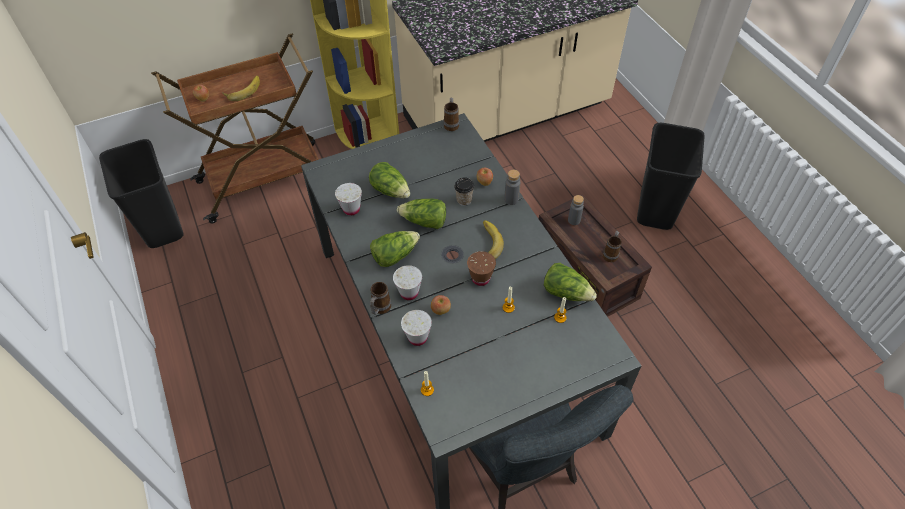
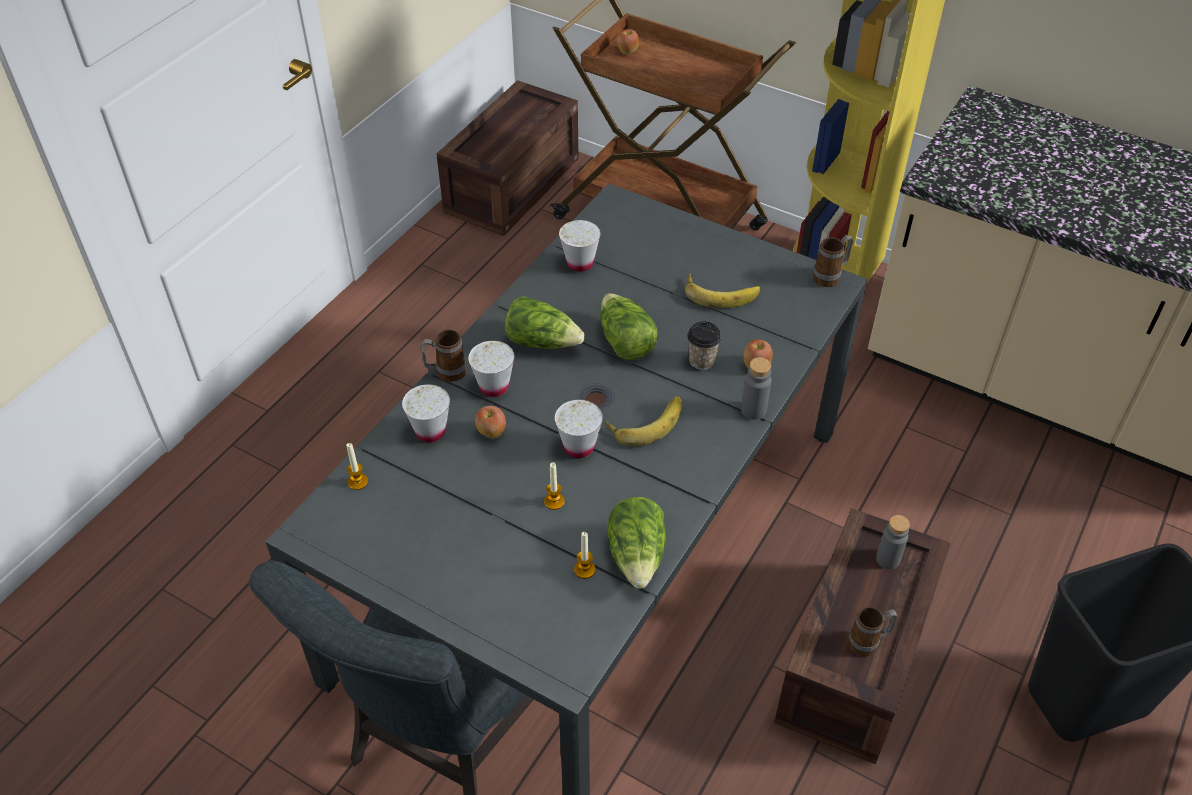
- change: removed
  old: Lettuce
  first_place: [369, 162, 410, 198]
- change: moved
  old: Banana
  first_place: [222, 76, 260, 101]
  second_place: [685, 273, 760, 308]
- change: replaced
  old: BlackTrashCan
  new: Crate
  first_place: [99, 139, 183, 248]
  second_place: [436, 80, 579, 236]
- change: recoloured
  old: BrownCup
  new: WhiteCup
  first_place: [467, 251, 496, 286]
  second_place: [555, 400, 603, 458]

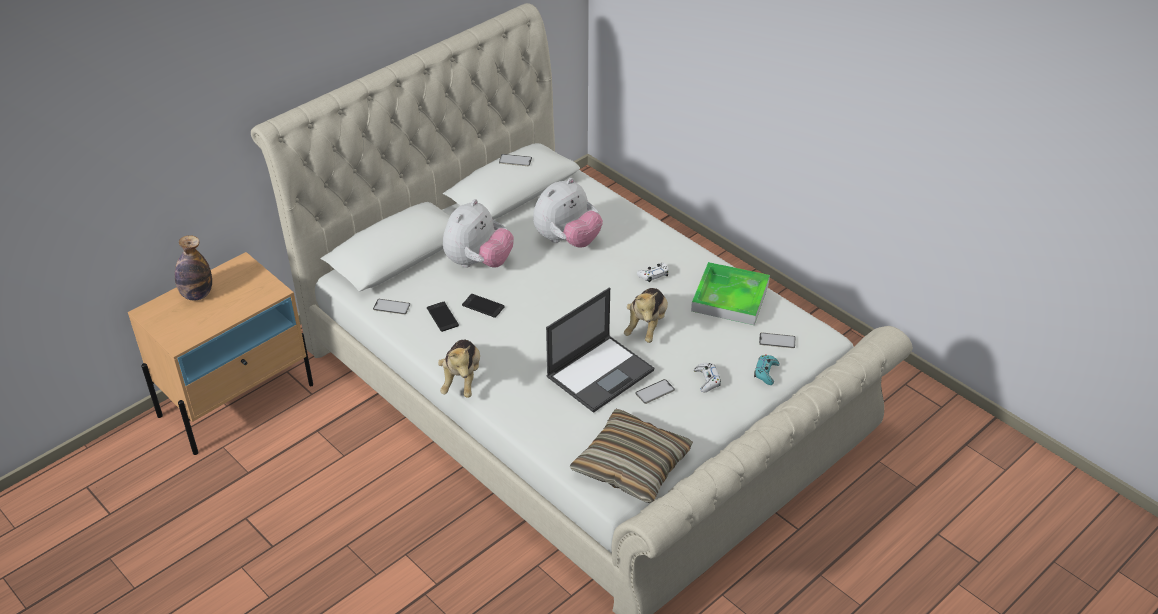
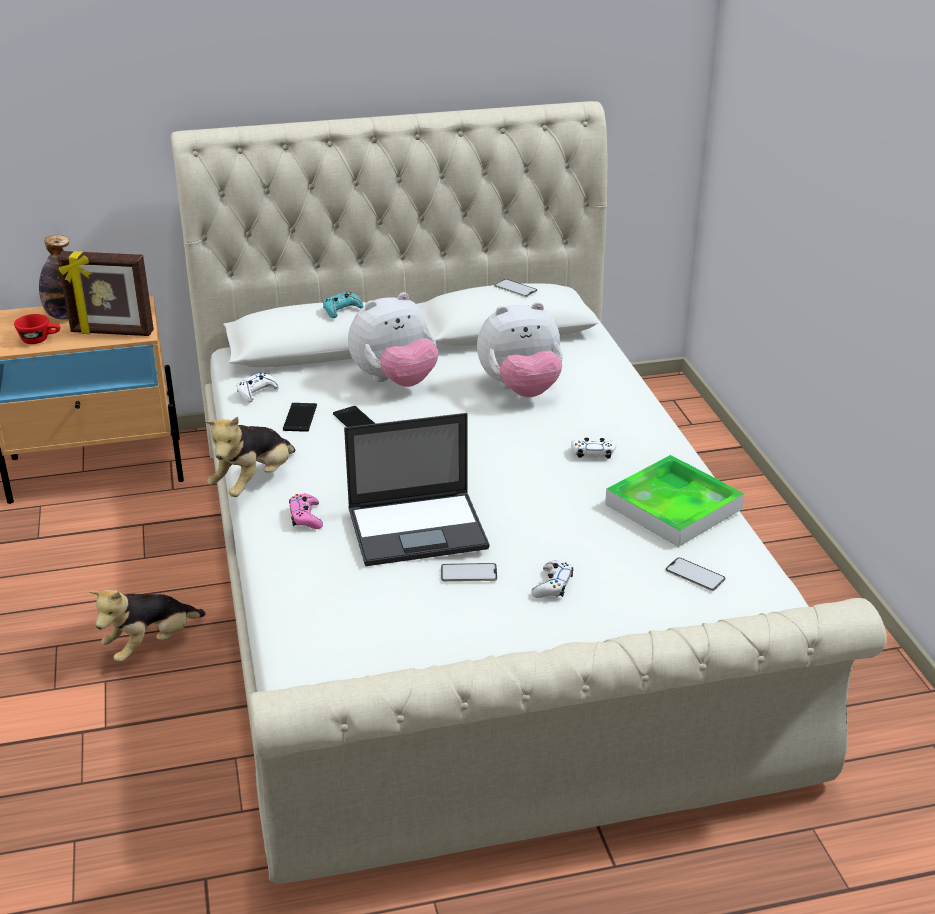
- change: removed
  old: Pillow
  first_place: [570, 409, 693, 503]
- change: added
  new: RedCup
  second_place: [14, 314, 60, 344]
- change: added
  new: PictureFrame
  second_place: [57, 251, 154, 336]
- change: added
  new: PinkGameController
  second_place: [289, 494, 323, 529]
- change: moved
  old: PlushToy
  first_place: [624, 288, 668, 343]
  second_place: [89, 590, 206, 663]
- change: moved
  old: TurquoiseGameController
  first_place: [754, 355, 780, 385]
  second_place: [323, 292, 363, 318]
- change: replaced
  old: Phone
  new: WhiteGameController
  first_place: [373, 299, 410, 315]
  second_place: [237, 373, 279, 403]

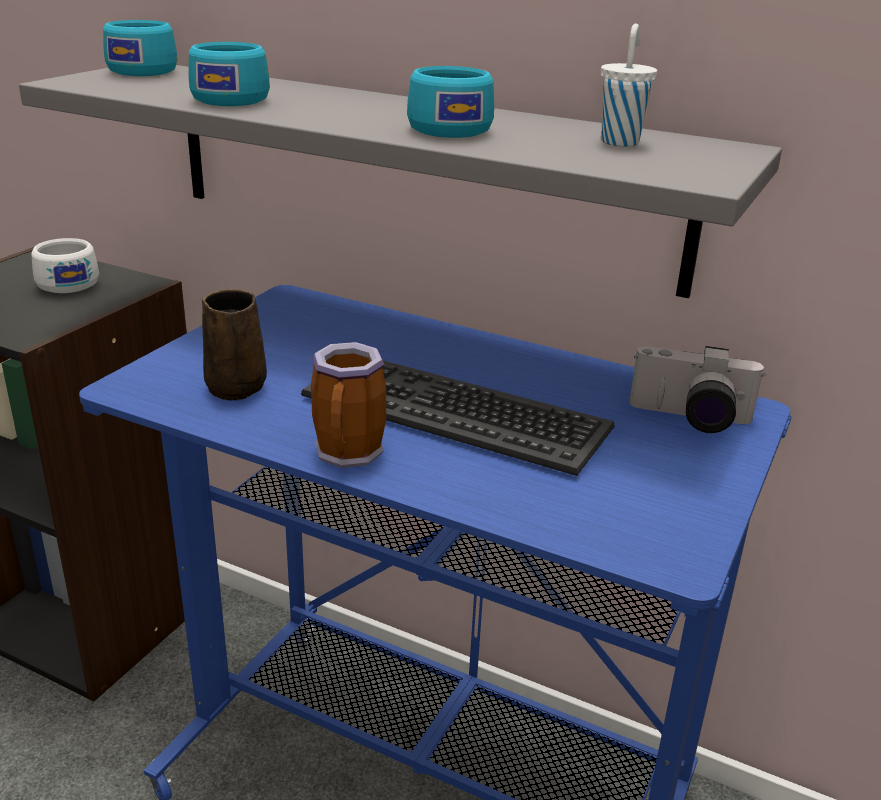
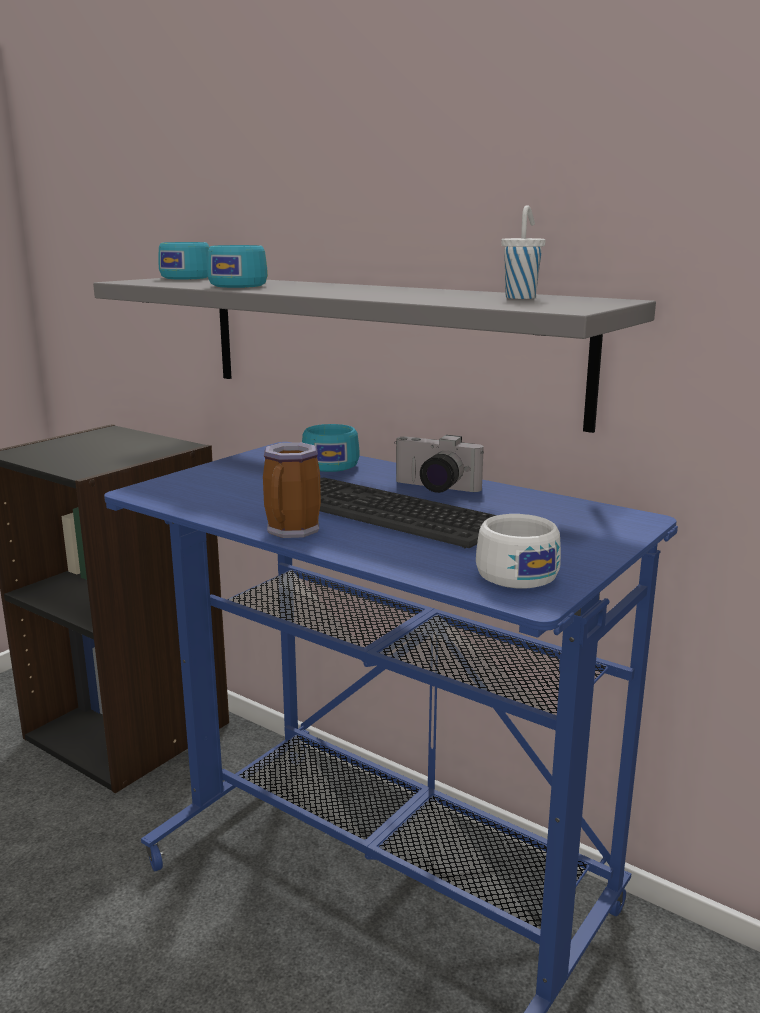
- change: removed
  old: BrownMug
  first_place: [202, 289, 267, 401]
- change: moved
  old: WhiteCup
  first_place: [31, 238, 99, 293]
  second_place: [476, 514, 561, 589]
- change: moved
  old: TurquoiseCup
  first_place: [407, 66, 494, 138]
  second_place: [302, 424, 360, 472]
- change: moved
  old: PhotoCamera
  first_place: [630, 346, 766, 433]
  second_place: [394, 435, 484, 493]

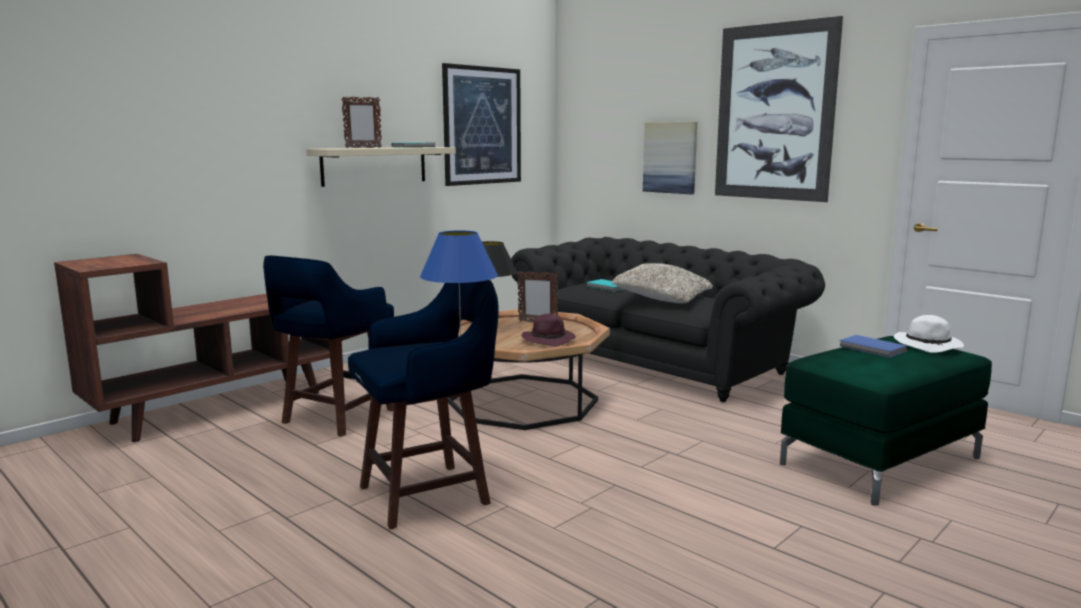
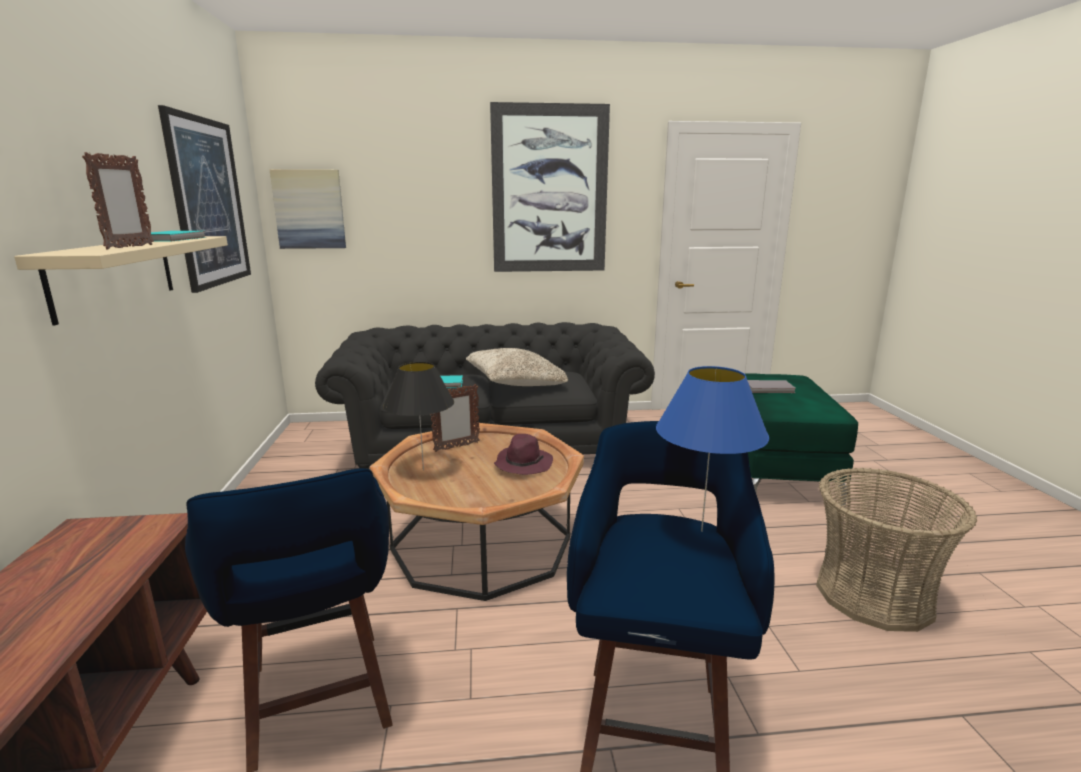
- change: removed
  old: WhiteHat
  first_place: [894, 315, 964, 353]
- change: added
  new: Basket
  second_place: [816, 468, 977, 632]
- change: moved
  old: Picture
  first_place: [643, 122, 697, 195]
  second_place: [269, 169, 346, 249]
- change: recoloured
  old: BlueBook
  new: GreyBook
  first_place: [840, 335, 908, 358]
  second_place: [747, 380, 796, 393]

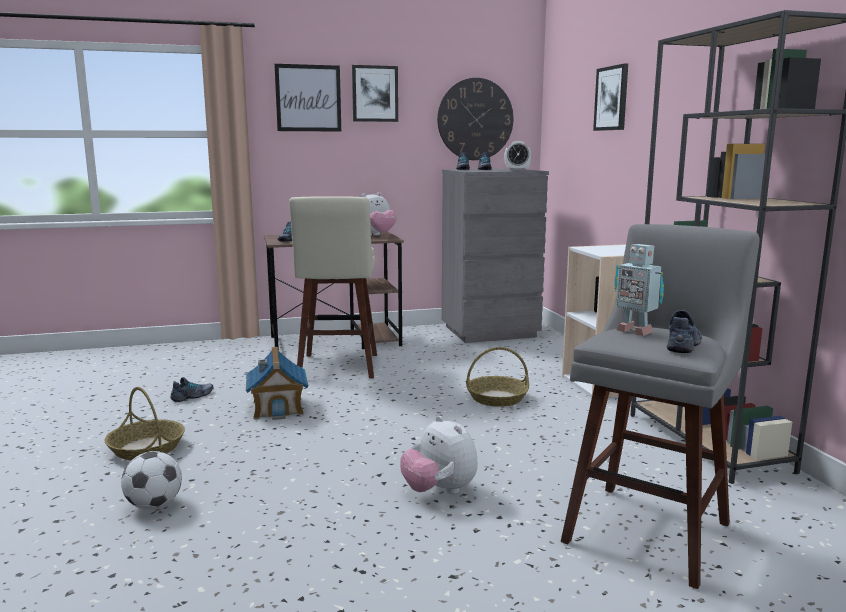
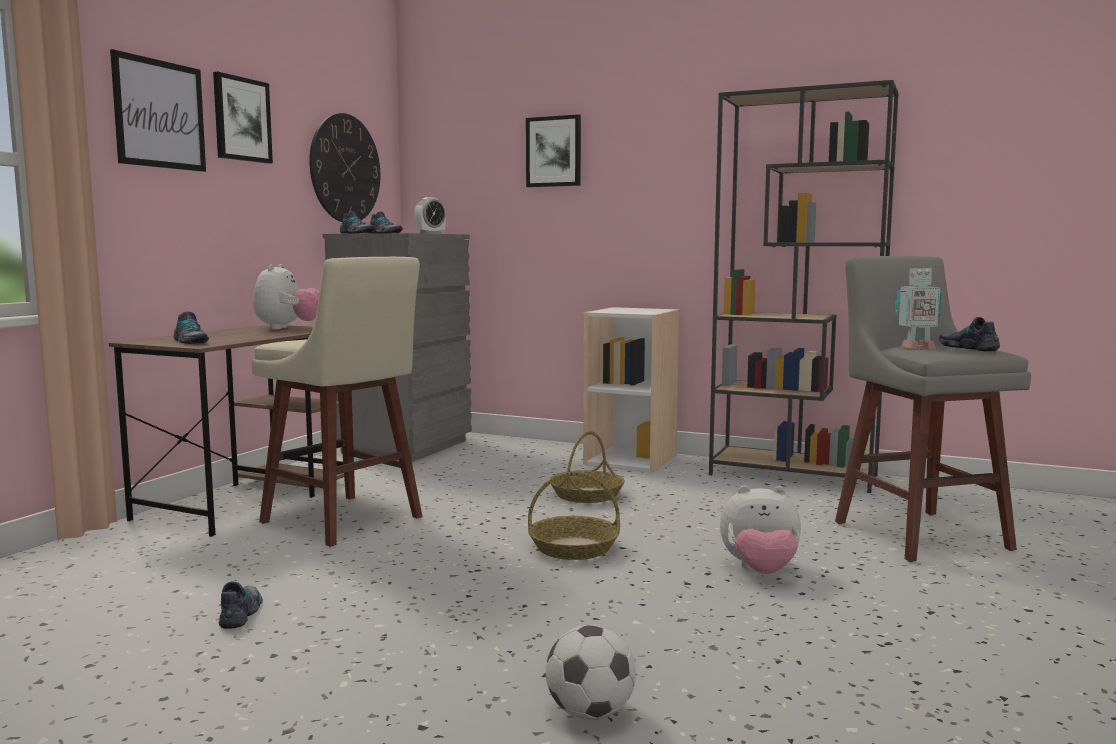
- change: removed
  old: ToyHouse
  first_place: [246, 347, 308, 420]
- change: moved
  old: Basket
  first_place: [104, 387, 185, 460]
  second_place: [528, 472, 620, 560]

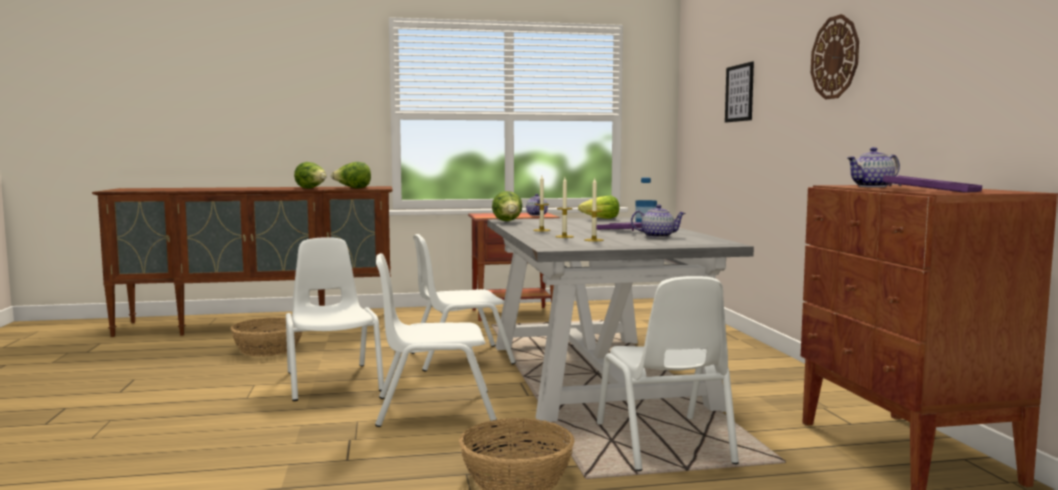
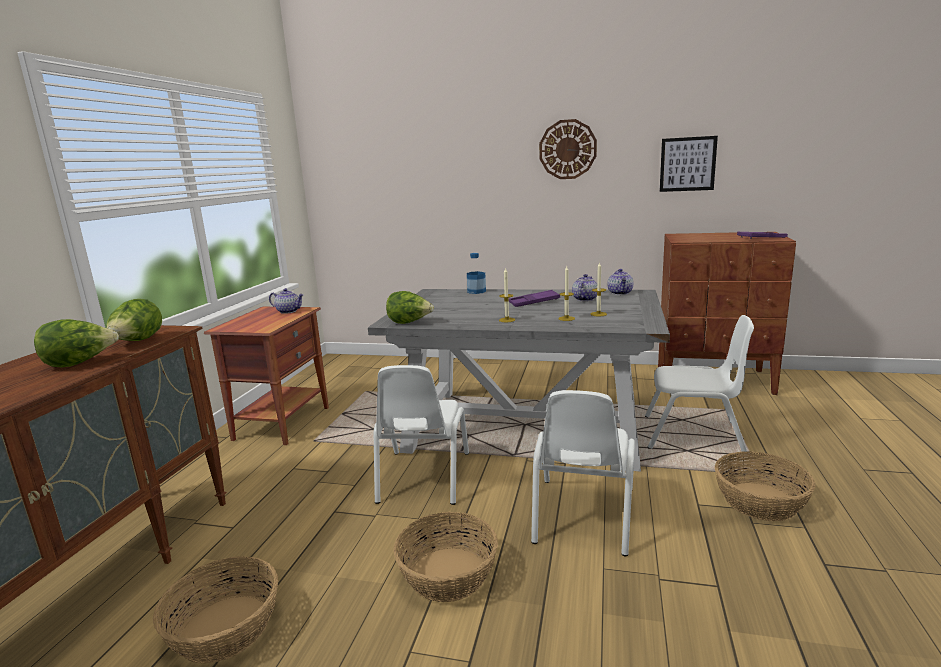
- change: removed
  old: Lettuce
  first_place: [578, 196, 619, 219]
- change: moved
  old: Picture
  first_place: [725, 62, 754, 122]
  second_place: [660, 136, 718, 192]
- change: moved
  old: Teapot
  first_place: [847, 147, 900, 187]
  second_place: [607, 269, 633, 295]
- change: replaced
  old: WhiteChair
  new: Basket
  first_place: [286, 237, 384, 401]
  second_place: [394, 512, 498, 602]

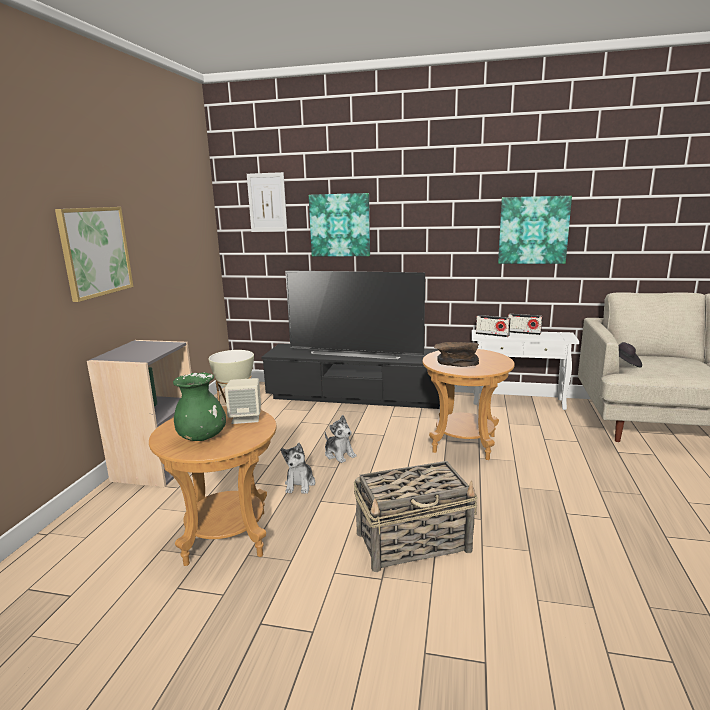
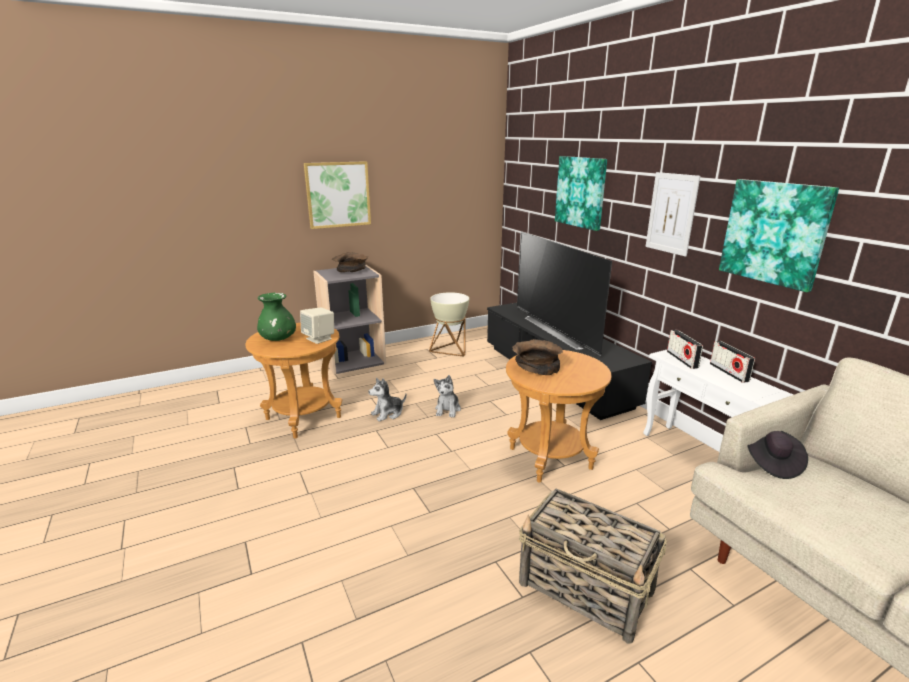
- change: added
  new: BrownBowl
  second_place: [332, 252, 368, 272]
- change: moved
  old: Picture
  first_place: [247, 172, 287, 232]
  second_place: [645, 172, 700, 257]
- change: moved
  old: Basket
  first_place: [354, 461, 477, 572]
  second_place: [519, 489, 667, 644]

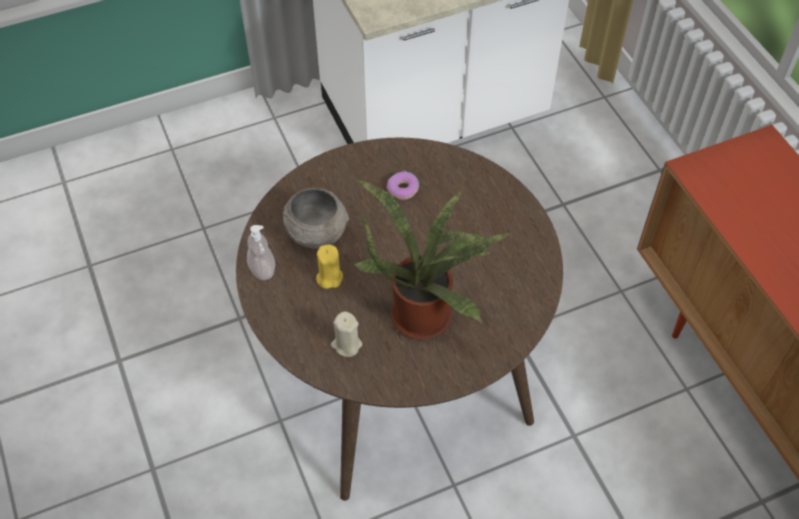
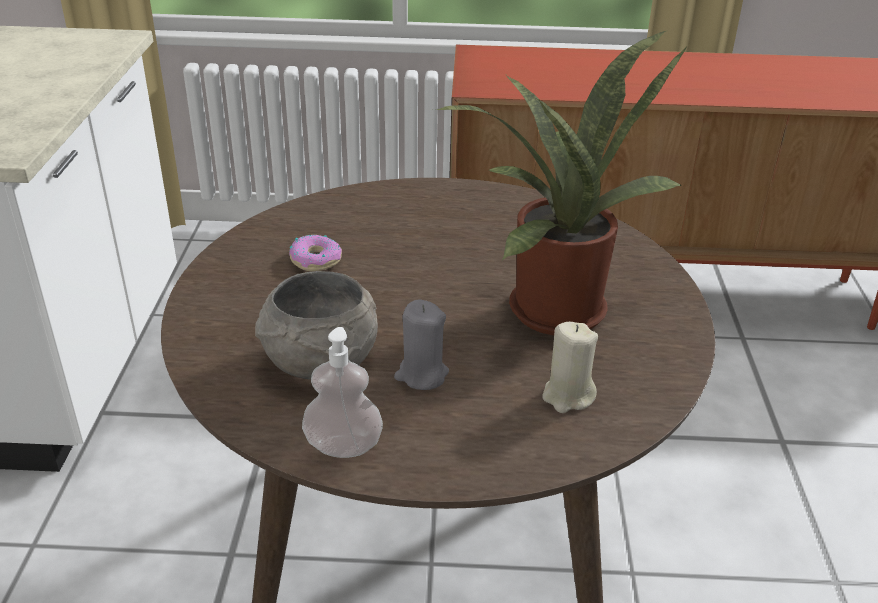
- change: recoloured
  old: YellowCandle
  new: GreyCandle
  first_place: [316, 244, 343, 289]
  second_place: [394, 299, 449, 390]

